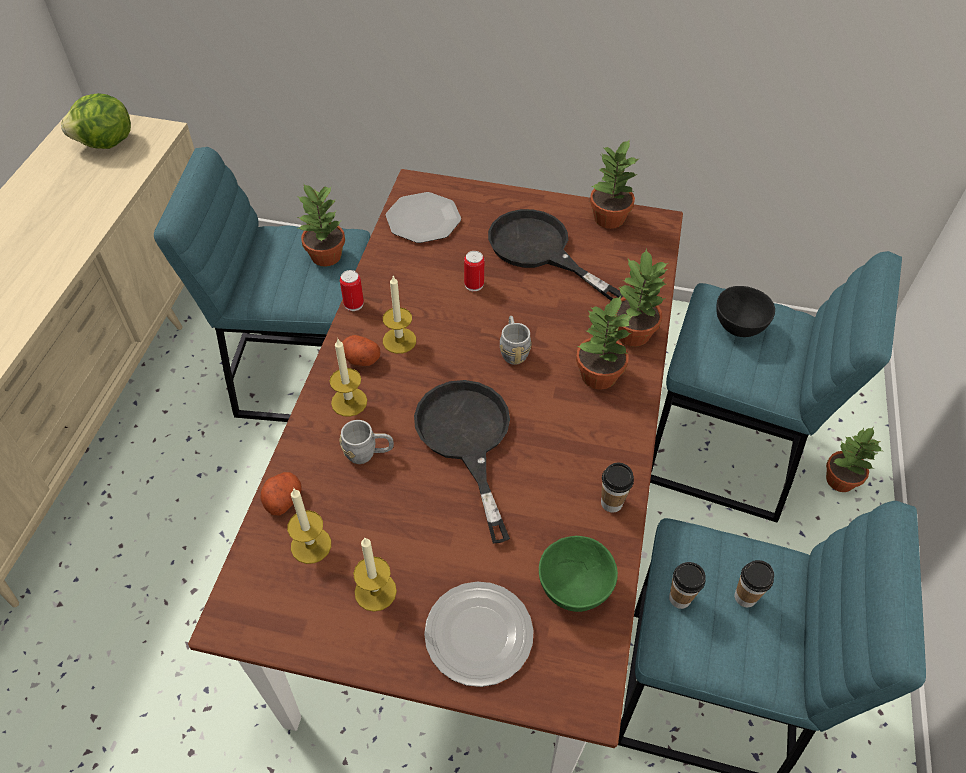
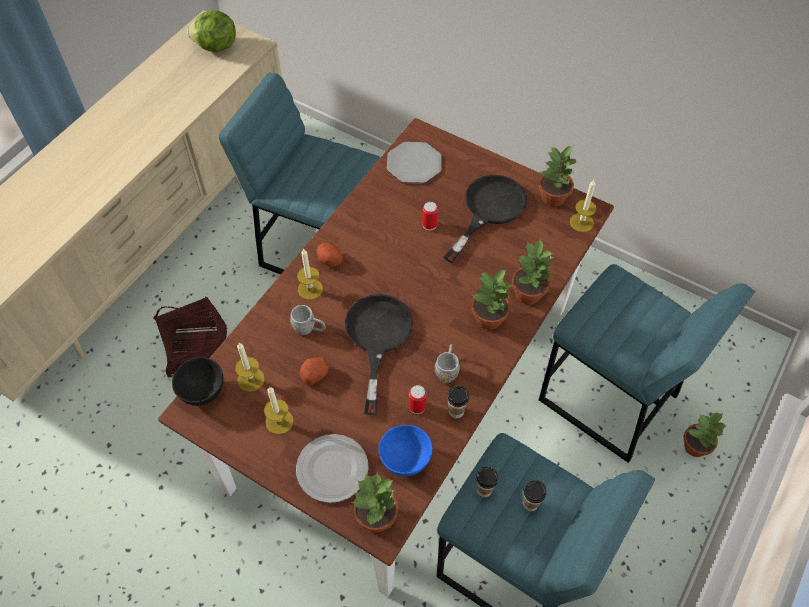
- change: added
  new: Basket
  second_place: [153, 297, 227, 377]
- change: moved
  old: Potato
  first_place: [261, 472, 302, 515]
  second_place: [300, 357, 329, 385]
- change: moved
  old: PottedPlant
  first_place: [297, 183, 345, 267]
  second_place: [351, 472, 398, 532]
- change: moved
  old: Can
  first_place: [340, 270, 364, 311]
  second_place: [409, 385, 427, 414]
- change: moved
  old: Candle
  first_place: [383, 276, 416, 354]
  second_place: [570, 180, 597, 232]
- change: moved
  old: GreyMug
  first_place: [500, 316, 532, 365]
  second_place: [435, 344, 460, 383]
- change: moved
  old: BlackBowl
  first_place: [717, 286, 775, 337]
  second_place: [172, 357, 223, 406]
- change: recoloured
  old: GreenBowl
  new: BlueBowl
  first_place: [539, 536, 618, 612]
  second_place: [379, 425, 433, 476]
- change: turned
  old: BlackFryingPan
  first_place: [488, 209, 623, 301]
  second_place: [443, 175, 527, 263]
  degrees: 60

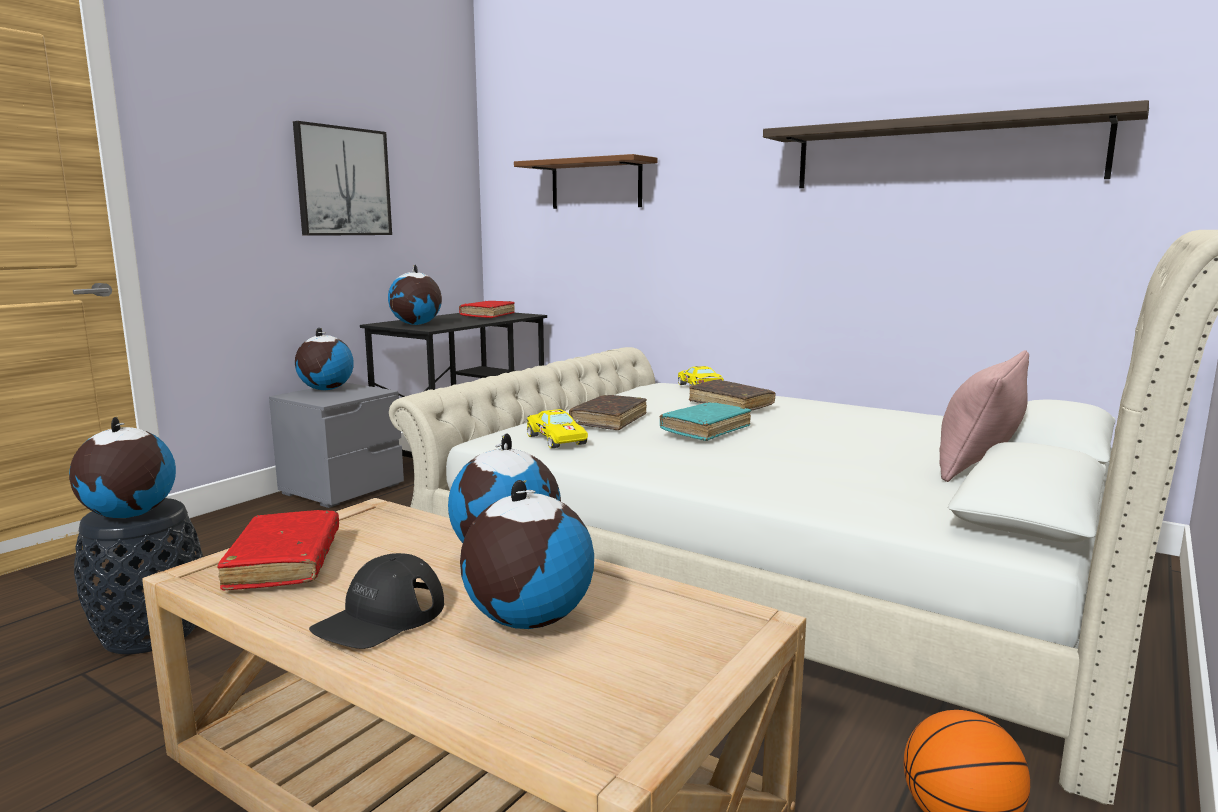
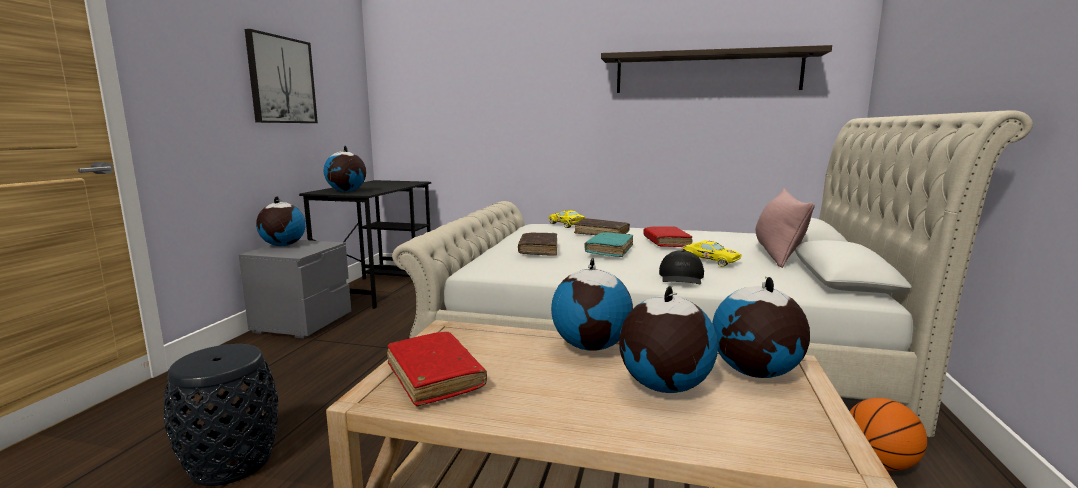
- change: removed
  old: BrownShelf
  first_place: [514, 154, 658, 209]
- change: moved
  old: Globe
  first_place: [69, 417, 176, 518]
  second_place: [712, 277, 810, 378]
- change: moved
  old: BlackCap
  first_place: [309, 553, 444, 649]
  second_place: [659, 250, 704, 284]
- change: moved
  old: RedBook
  first_place: [459, 301, 515, 318]
  second_place: [643, 226, 692, 247]
- change: moved
  old: YellowToyCar
  first_place: [527, 409, 588, 448]
  second_place: [682, 240, 741, 267]

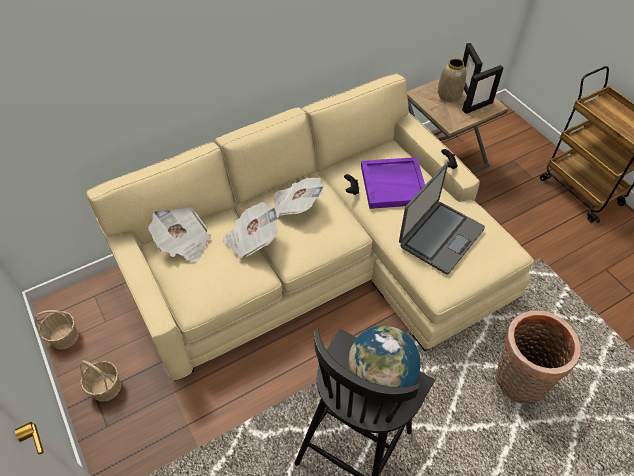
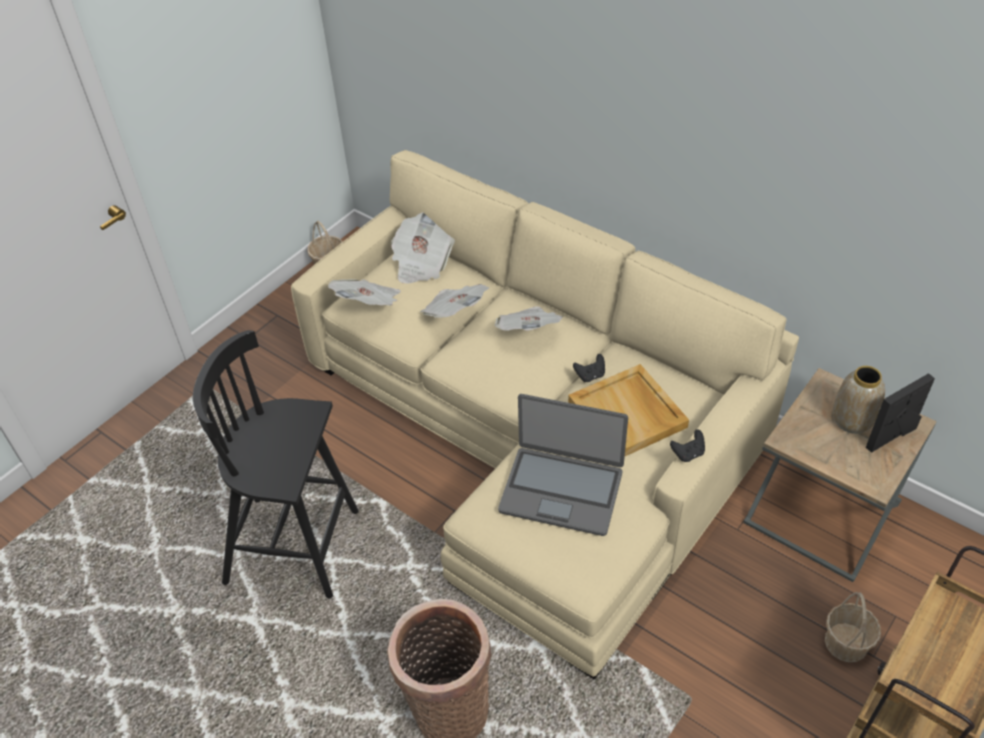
- change: removed
  old: Globe
  first_place: [348, 326, 420, 387]
- change: removed
  old: PictureFrame
  first_place: [462, 65, 504, 114]
- change: added
  new: Newspaper
  second_place: [328, 279, 401, 306]
- change: moved
  old: Basket
  first_place: [80, 360, 121, 402]
  second_place: [825, 592, 881, 662]
- change: recoloured
  old: PurpleTray
  new: BeigeTray
  first_place: [361, 157, 425, 209]
  second_place: [568, 364, 689, 456]

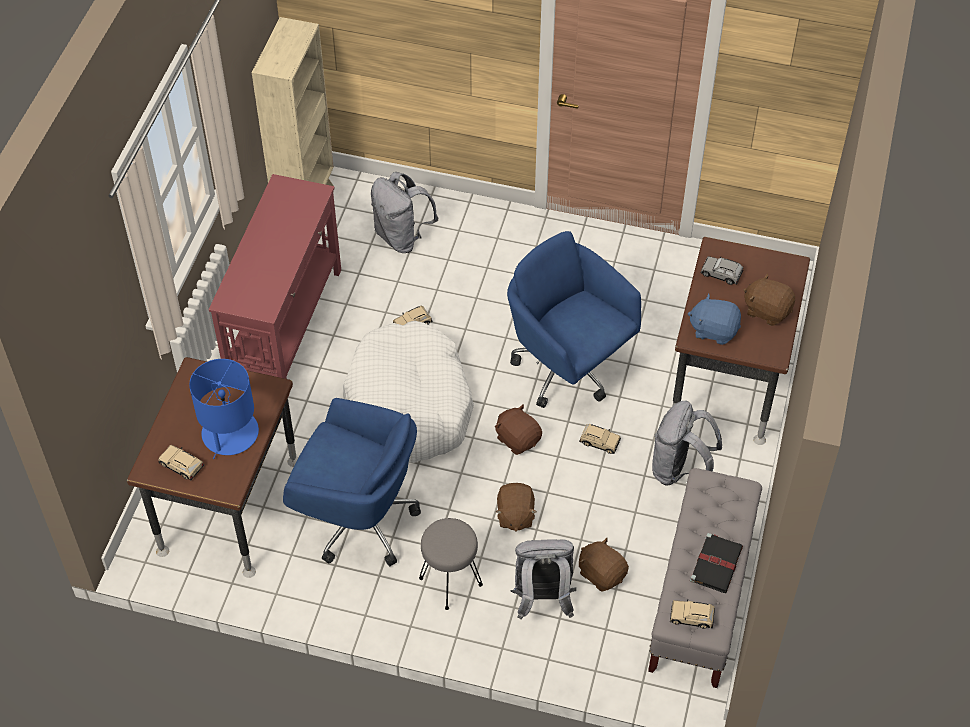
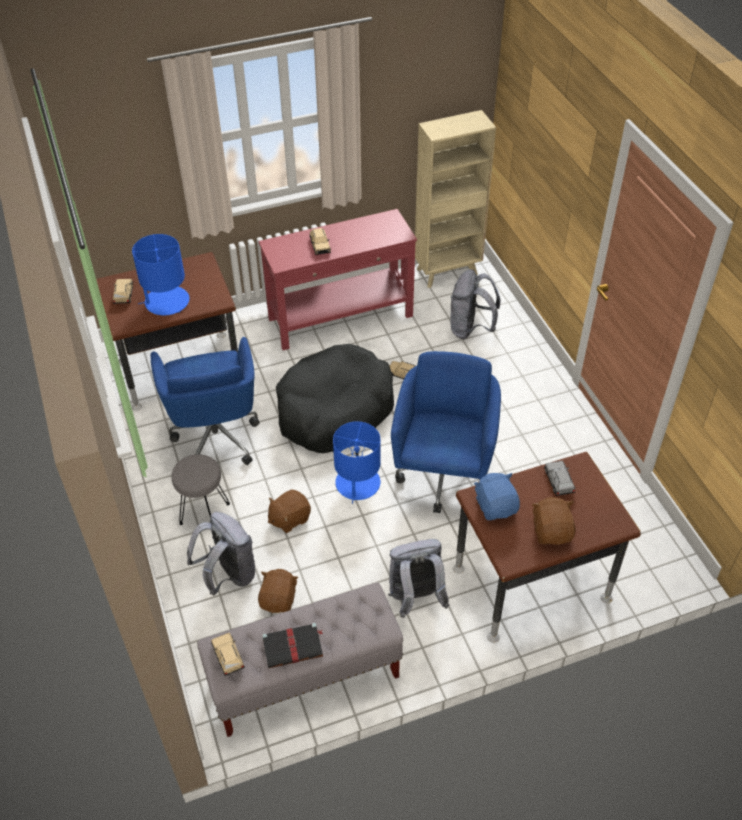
- change: moved
  old: BeigeToyCar
  first_place: [579, 424, 621, 454]
  second_place: [309, 228, 331, 255]
- change: replaced
  old: BrownPlushToy
  new: BlueTableLamp
  first_place: [495, 404, 542, 455]
  second_place: [333, 421, 381, 504]
- change: recoloured
  old: WhiteDogBed
  new: BlackDogBed
  first_place: [343, 321, 474, 463]
  second_place: [276, 344, 394, 453]

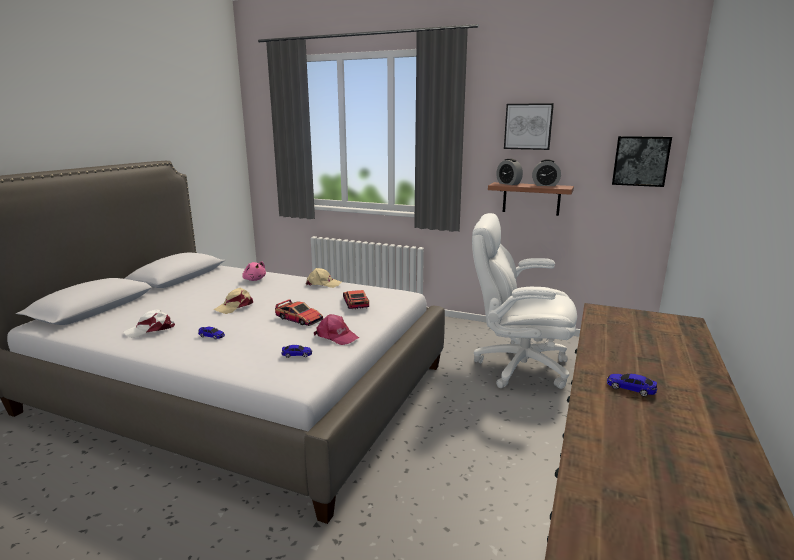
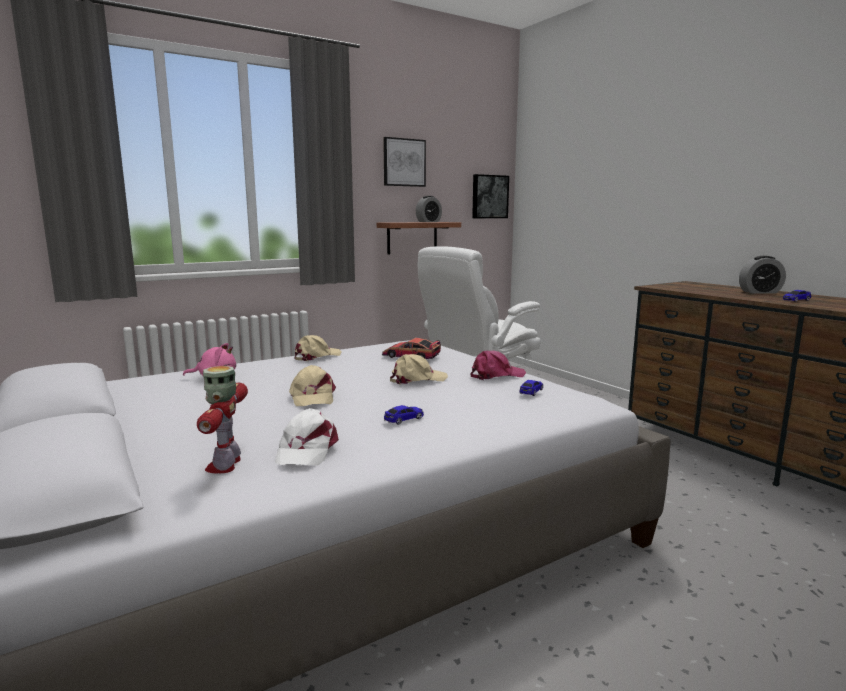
- change: added
  new: ToyRobot
  second_place: [197, 366, 248, 474]
- change: moved
  old: AlarmClock
  first_place: [496, 159, 523, 185]
  second_place: [739, 256, 786, 294]
- change: replaced
  old: ToyCar
  new: BeigeCap
  first_place: [275, 299, 324, 326]
  second_place: [390, 354, 448, 385]

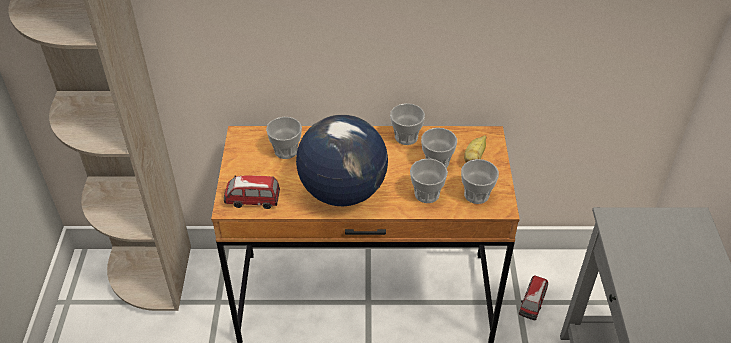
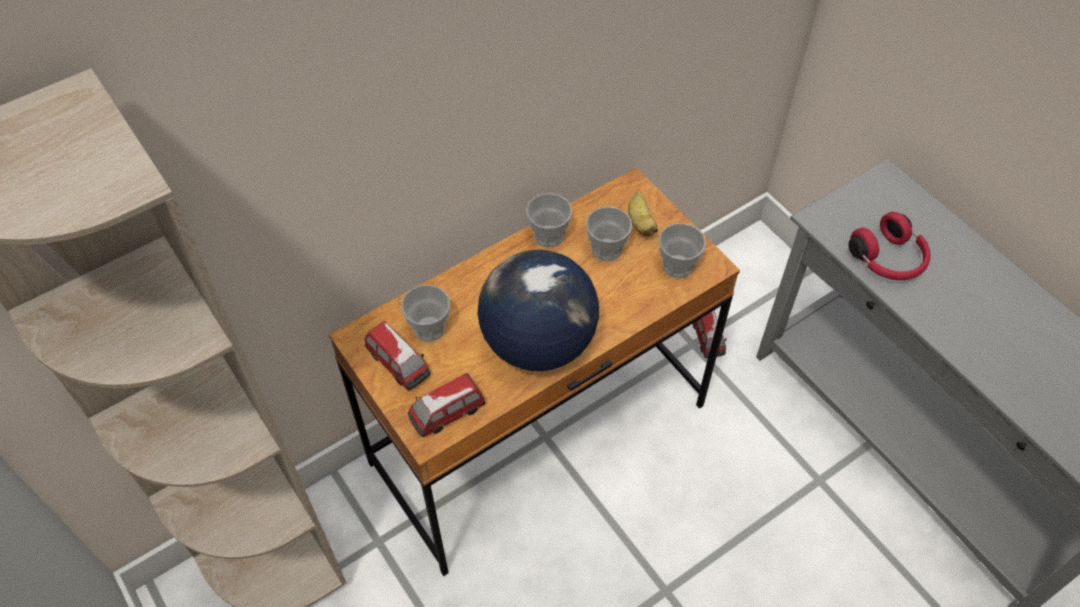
- change: removed
  old: Cup
  first_place: [410, 158, 448, 203]
- change: added
  new: ToyCar
  second_place: [364, 321, 431, 390]
- change: added
  new: RedHeadphones
  second_place: [848, 212, 930, 280]

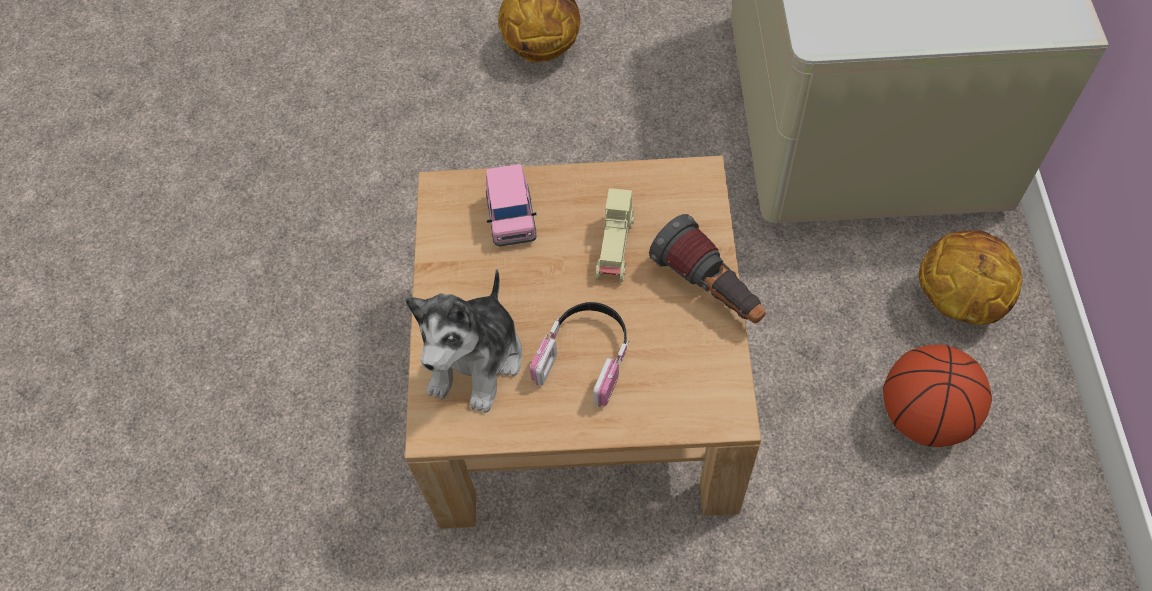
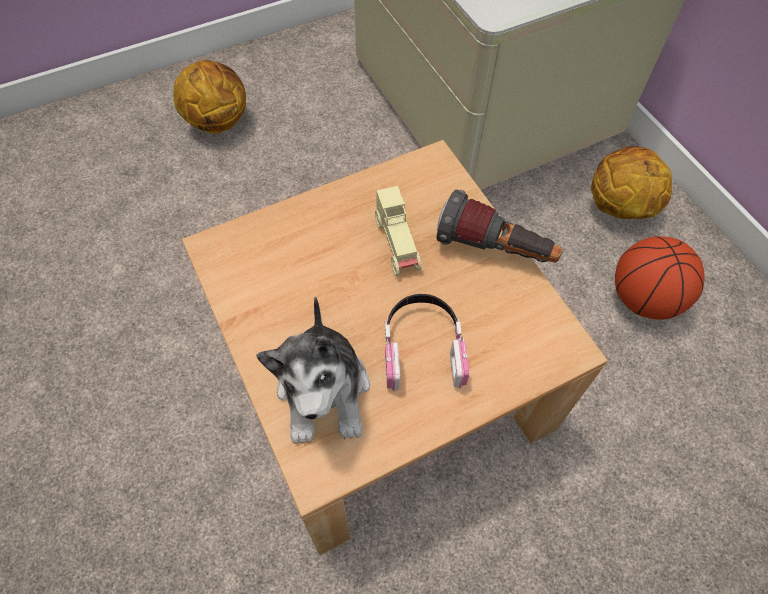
- change: removed
  old: PinkToyCar
  first_place: [486, 164, 537, 247]

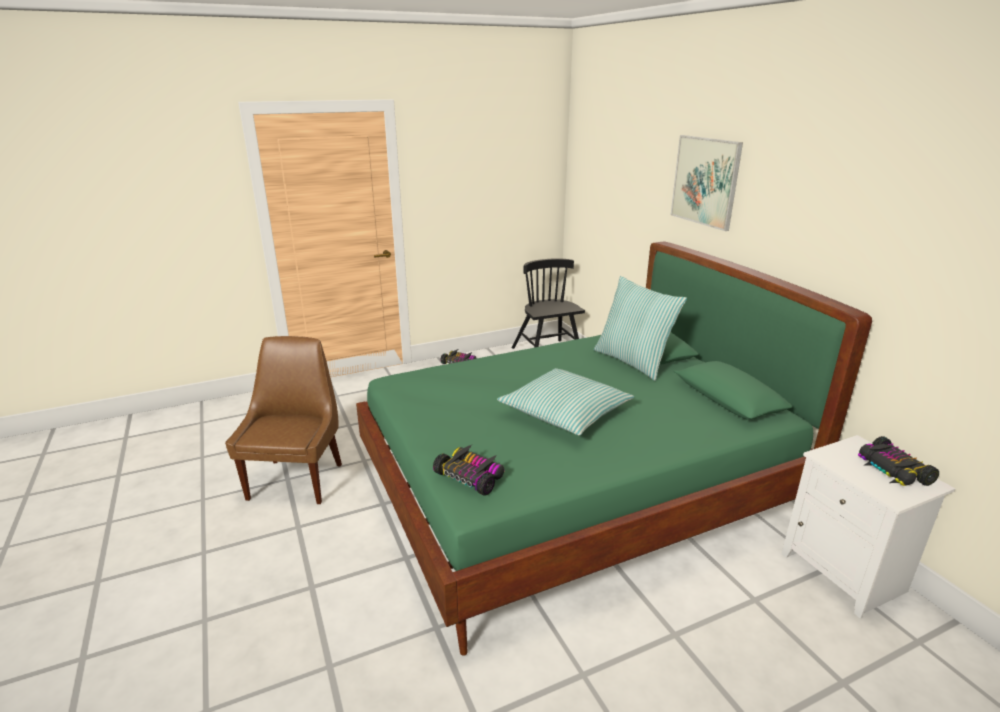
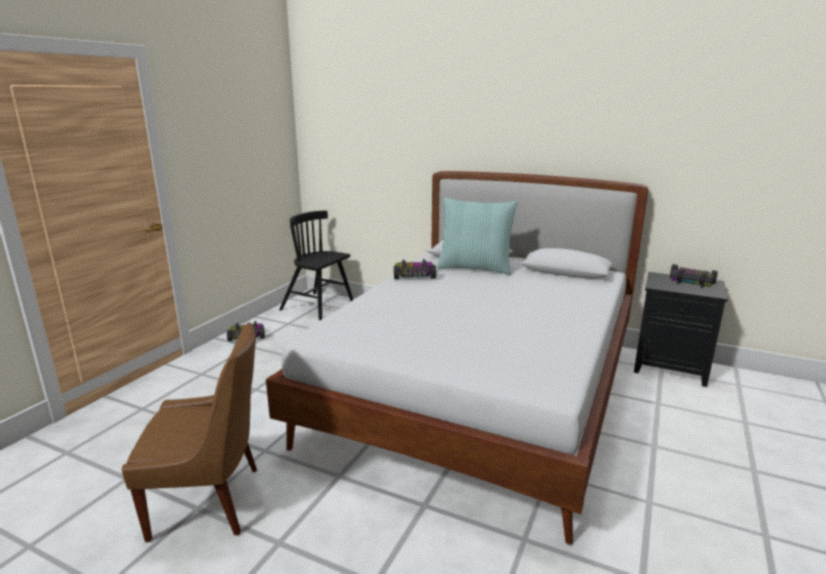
- change: removed
  old: Pillow
  first_place: [497, 368, 634, 435]
- change: removed
  old: Picture
  first_place: [671, 135, 743, 231]
- change: moved
  old: ToyCar
  first_place: [433, 445, 505, 496]
  second_place: [394, 259, 436, 279]
- change: recoloured
  old: GreenBed
  new: WhiteBed
  first_place: [356, 241, 872, 656]
  second_place: [266, 171, 648, 545]
- change: recoloured
  old: WhiteNightstand
  new: BlackNightstand
  first_place: [782, 435, 955, 619]
  second_place: [634, 272, 728, 387]
- change: turned
  old: BrownChair
  first_place: [225, 336, 342, 504]
  second_place: [122, 322, 257, 542]
  degrees: 120

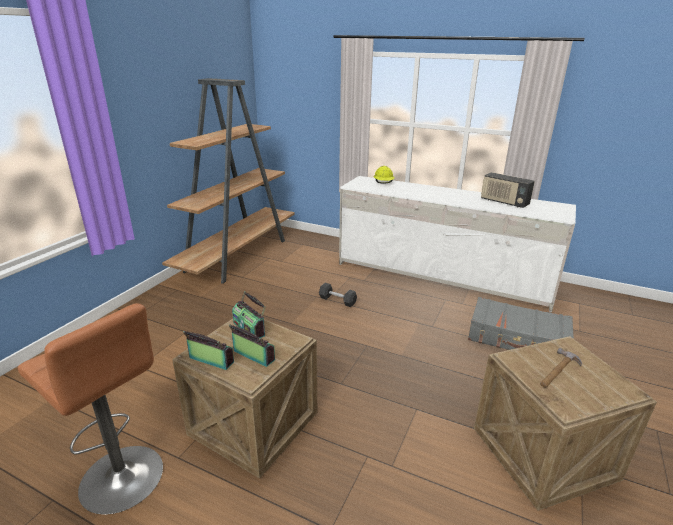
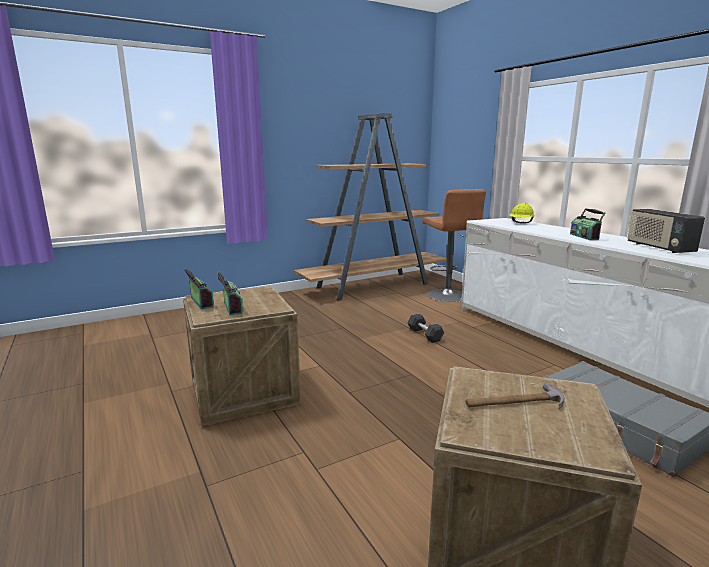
- change: moved
  old: BrownStool
  first_place: [18, 303, 163, 515]
  second_place: [422, 189, 486, 302]
- change: moved
  old: Radio
  first_place: [232, 291, 266, 338]
  second_place: [570, 208, 605, 240]

